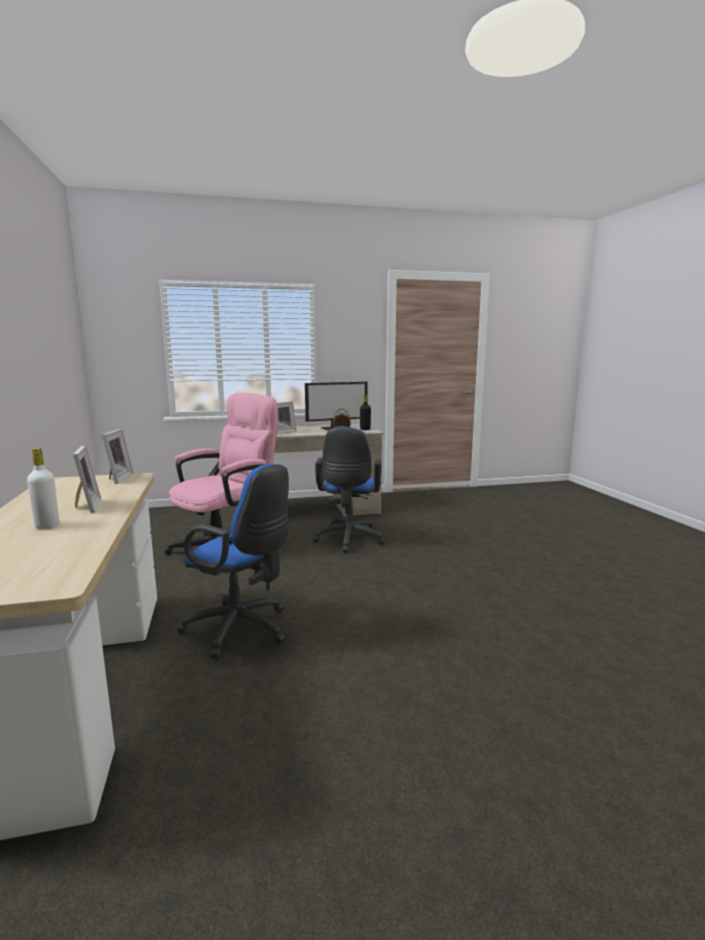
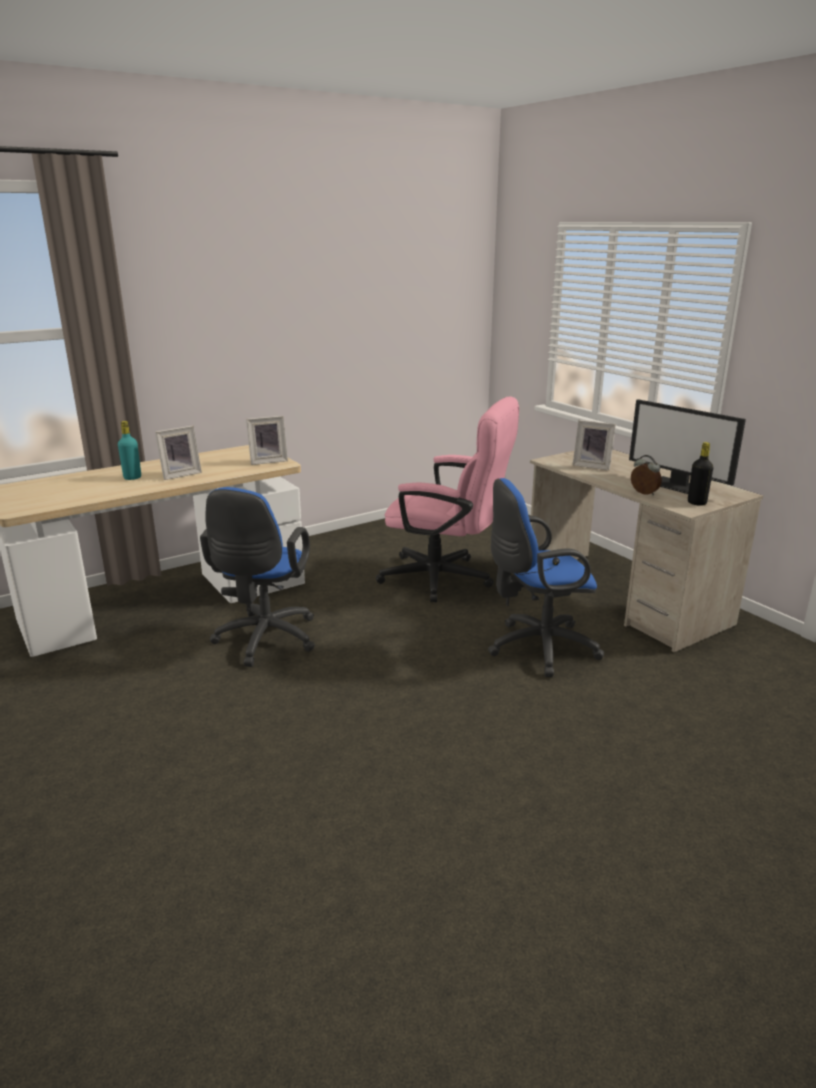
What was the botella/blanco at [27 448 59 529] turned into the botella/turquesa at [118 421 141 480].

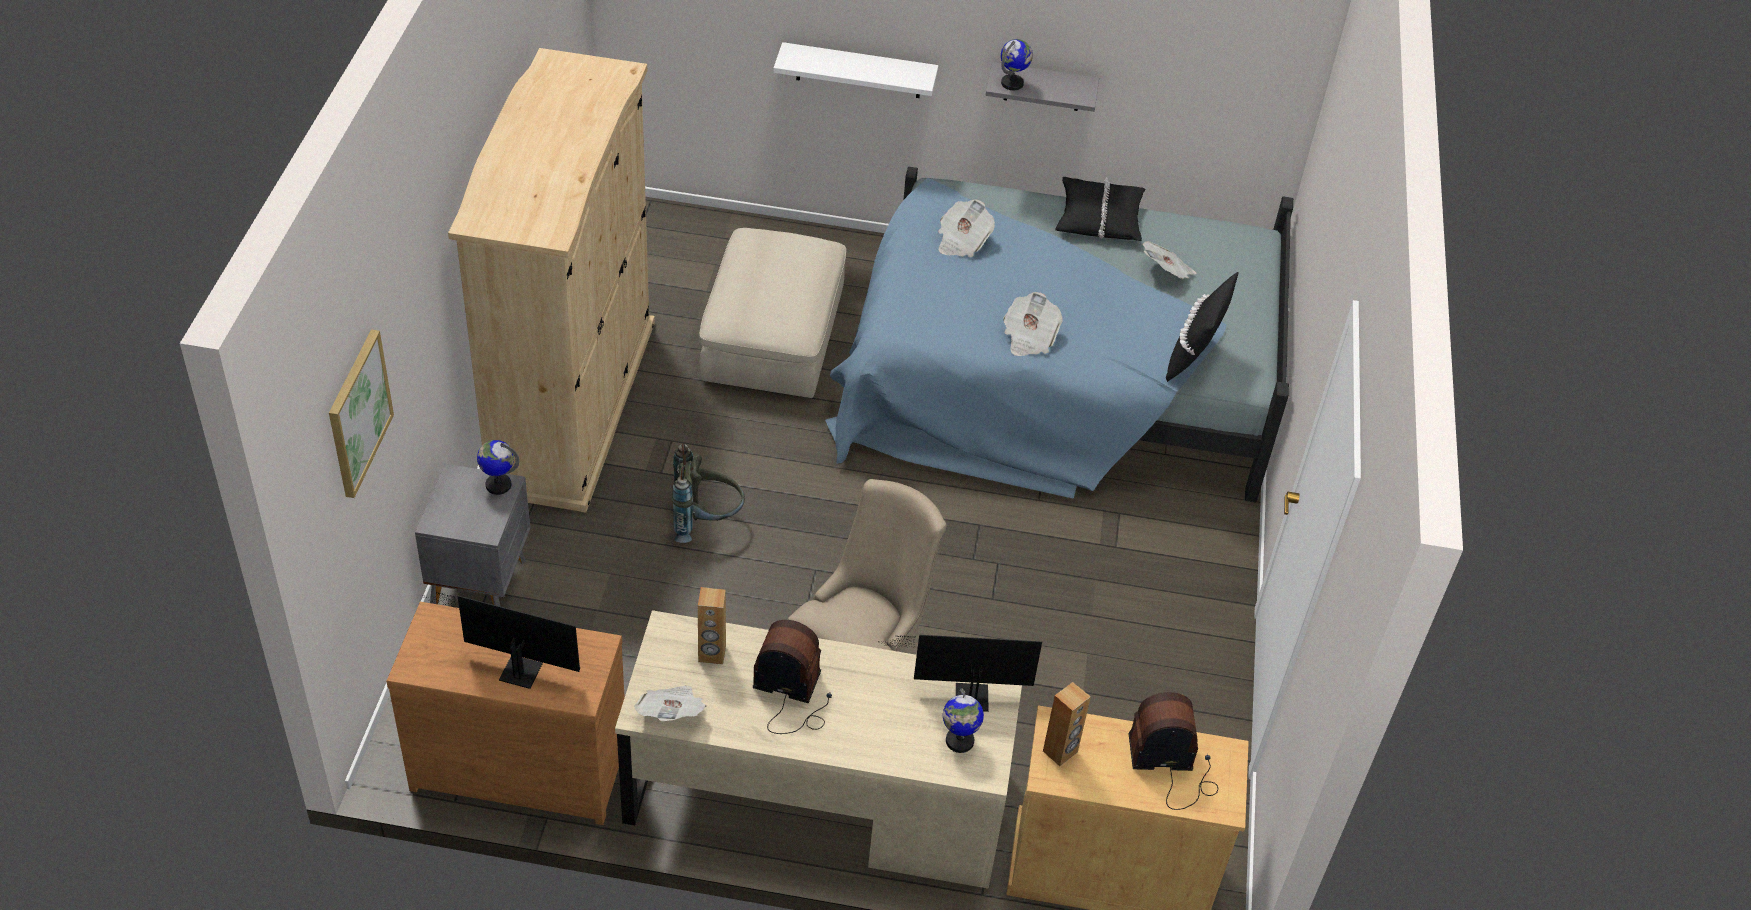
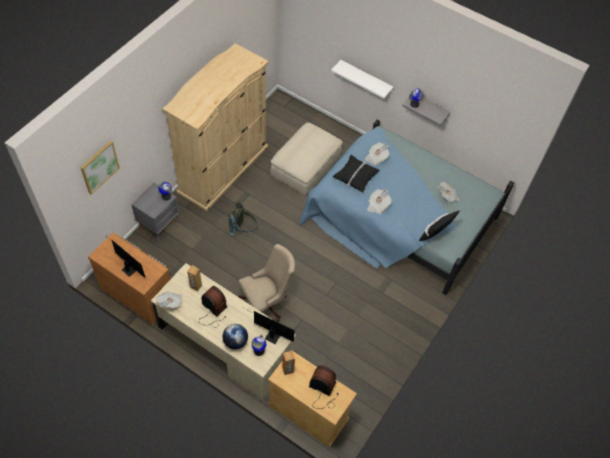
The second view gained the globo terráqueo at [223 324 248 350].
The cojín/negro ended up elsewhere, having gone from [1056 177 1146 241] to [333 155 380 192].

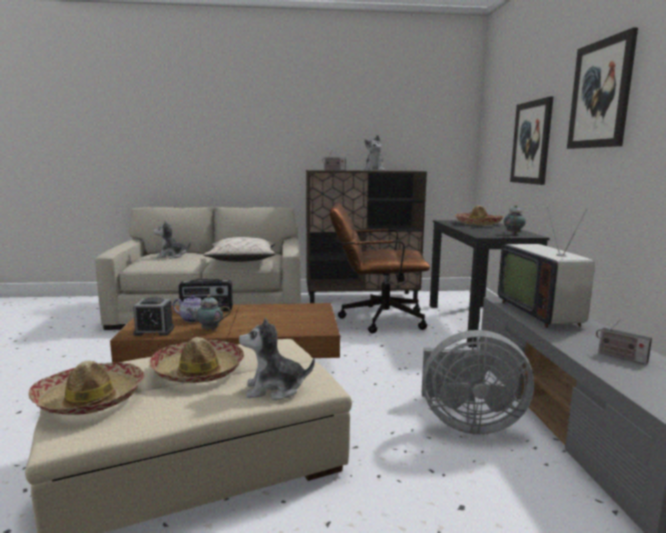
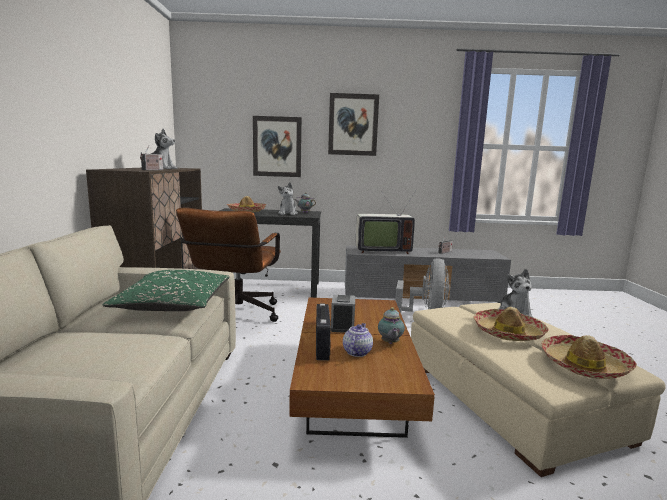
The despertador ended up elsewhere, having gone from [133 297 174 336] to [331 295 355 333].
The peluche ended up elsewhere, having gone from [153 220 191 259] to [278 182 298 215].
What was the cojín/beis at [203 237 276 262] turned into the cojín/verde at [103 270 230 311].

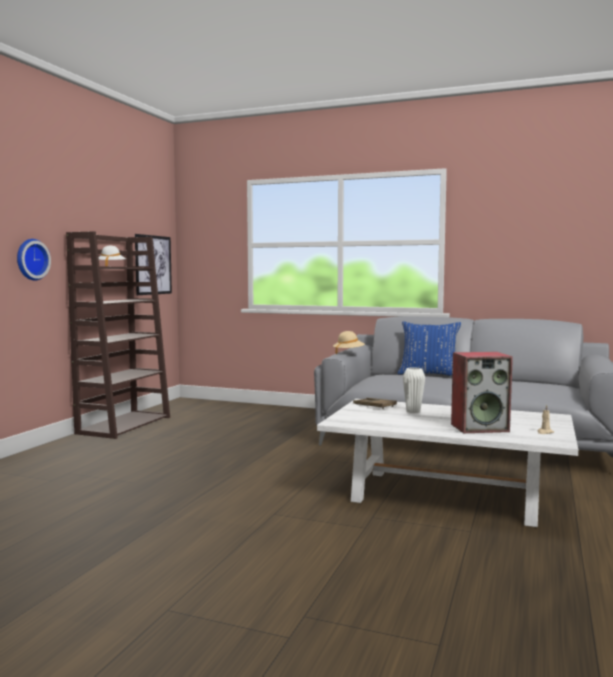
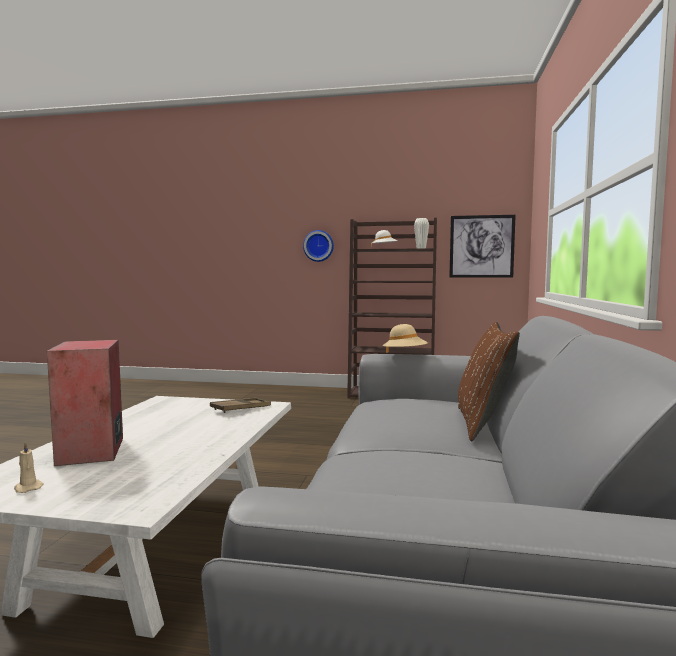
The florero/blanco ended up elsewhere, having gone from [403 367 425 413] to [414 218 429 248].
What was the cojín/azul at [398 321 461 376] turned into the cojín/marrón at [458 322 520 441].

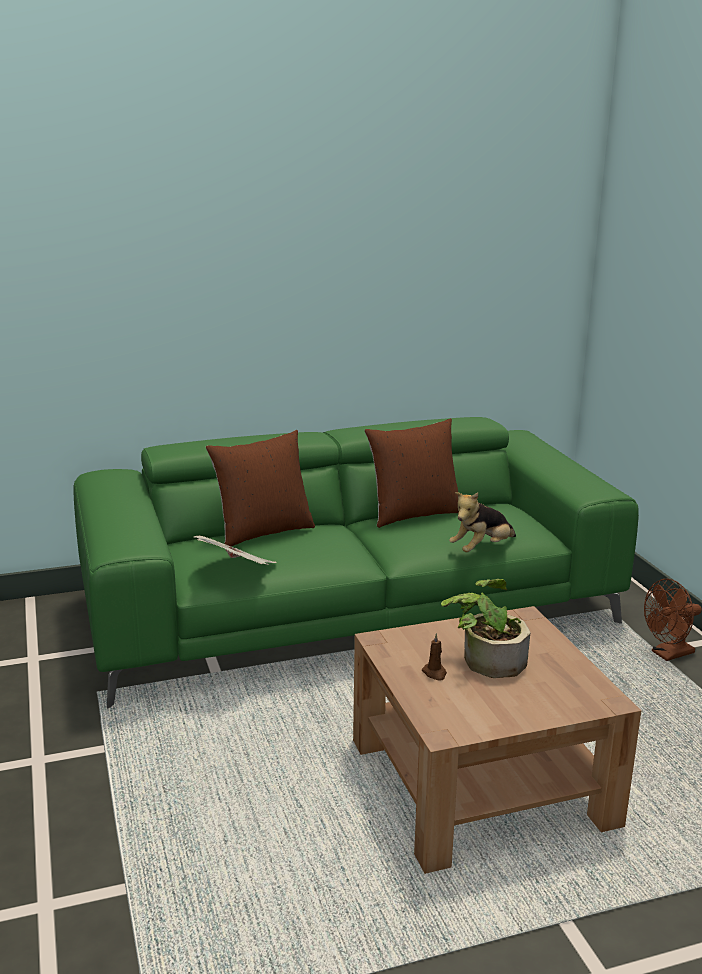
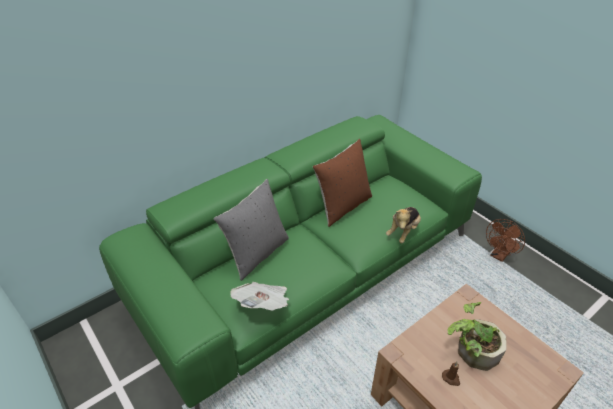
What was the cojín/marrón at [206 430 315 547] turned into the cojín/gris at [214 179 289 281].

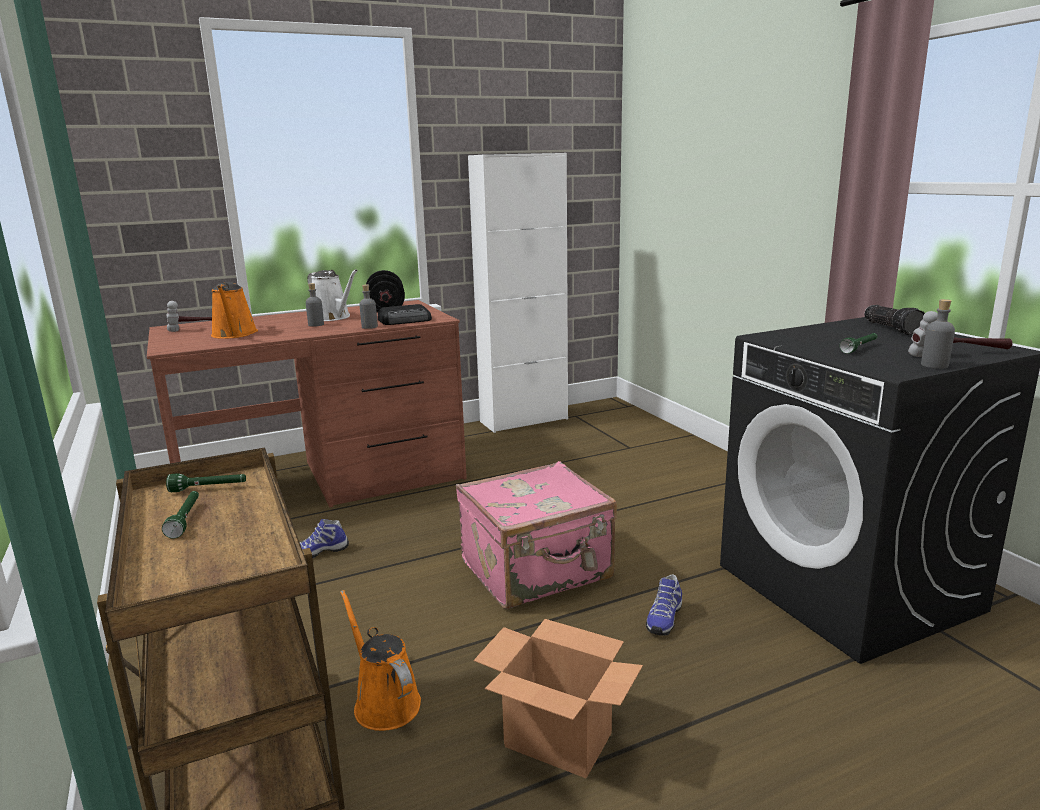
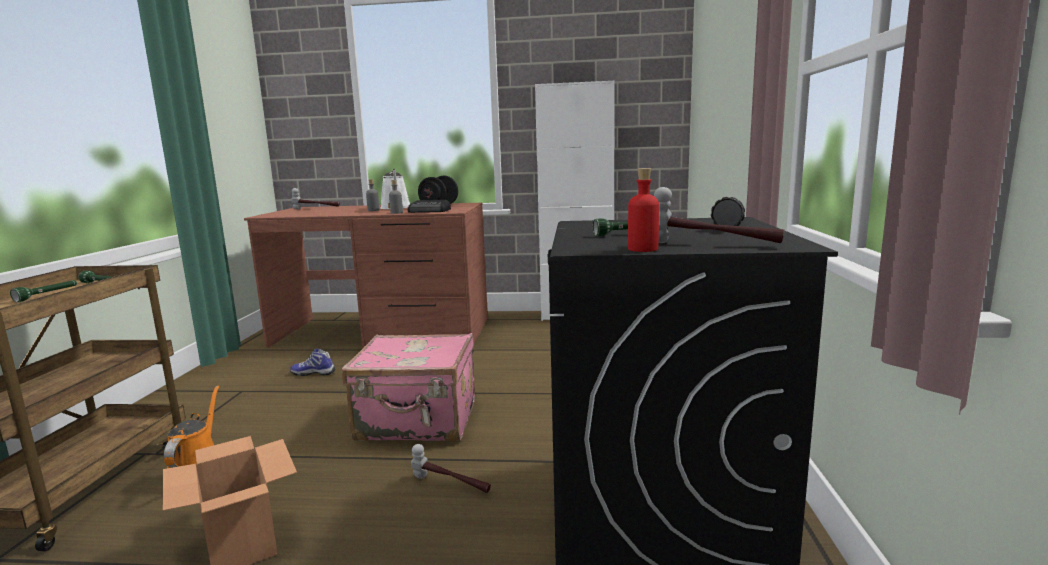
The second view lost the regadera/naranja at [211 282 258 339].
Where the zapato stood at [646 575 682 636], the martillo came to stand at [411 444 491 493].
What was the botella/gris at [921 299 955 369] turned into the botella/rojo at [628 168 659 252].

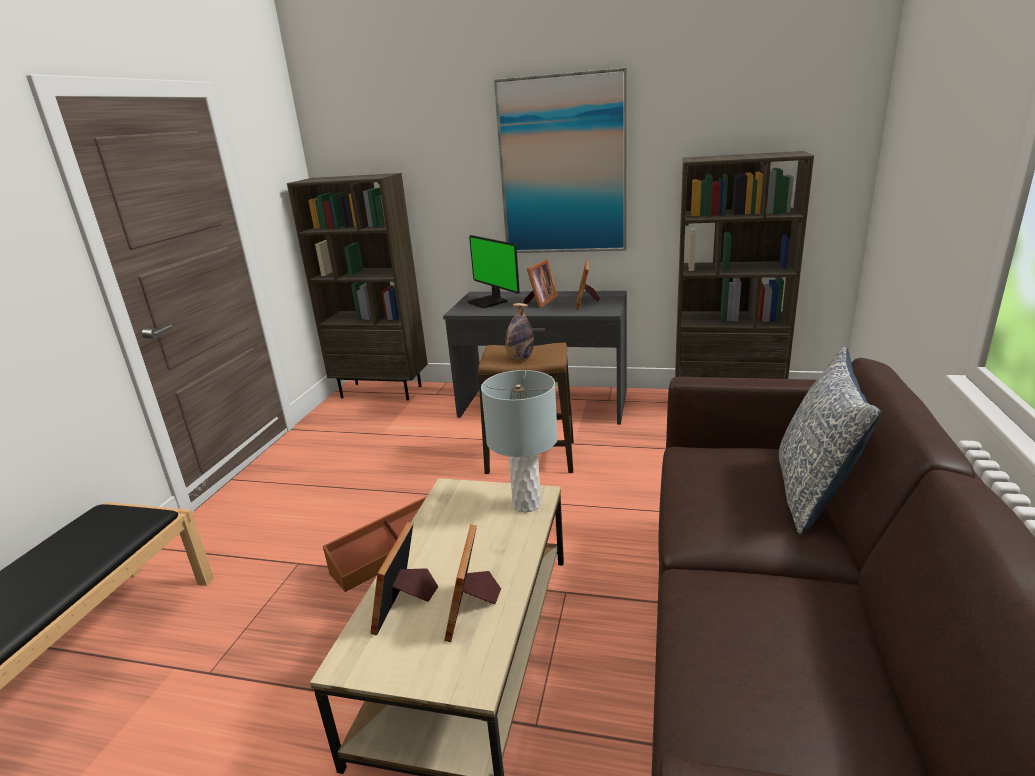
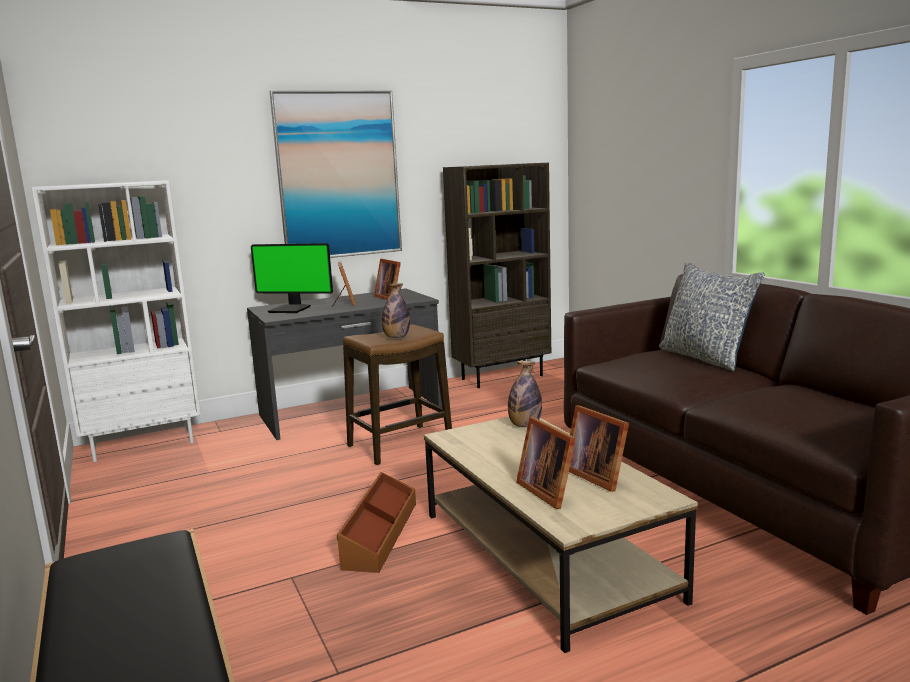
Where the lámpara de mesa/gris stood at [481 370 558 512], the botella came to stand at [508 361 542 427].
What was the estantería/marrón at [287 173 428 401] turned into the estantería/blanco at [31 181 201 462].

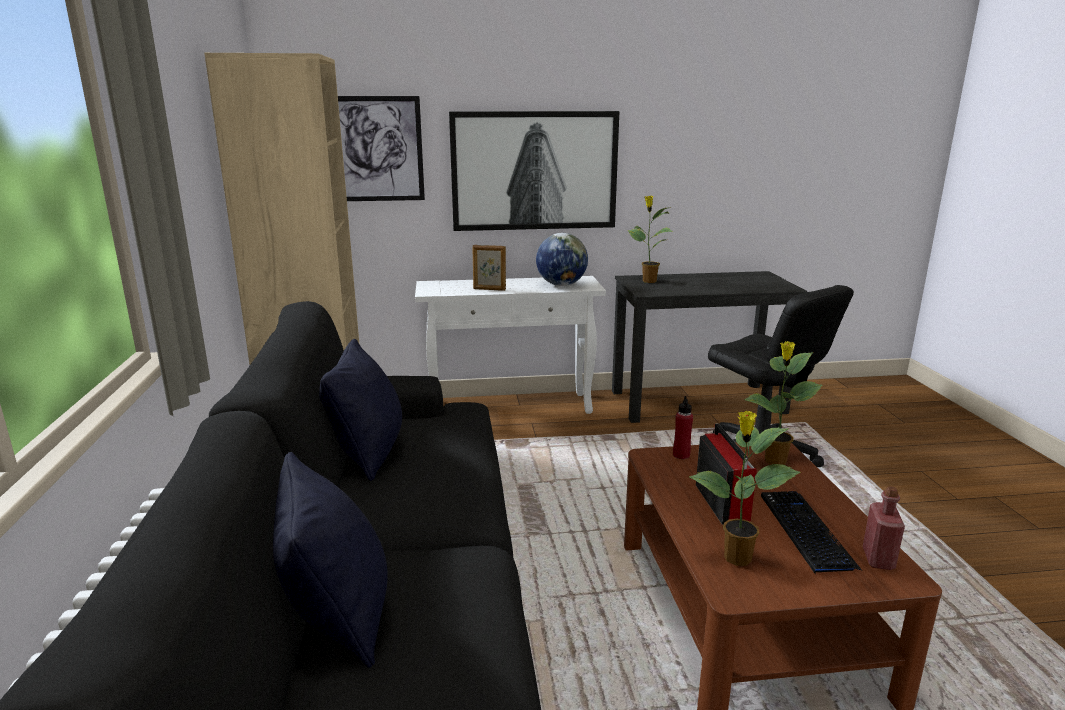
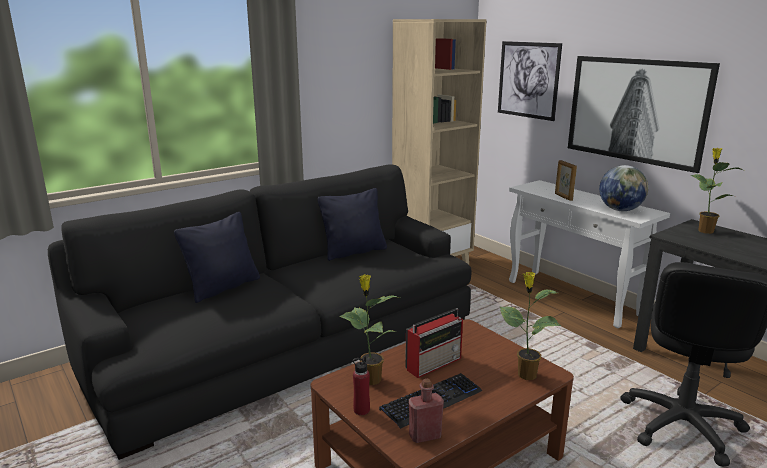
The botella/rojo ended up elsewhere, having gone from [673 396 693 459] to [353 356 370 415].

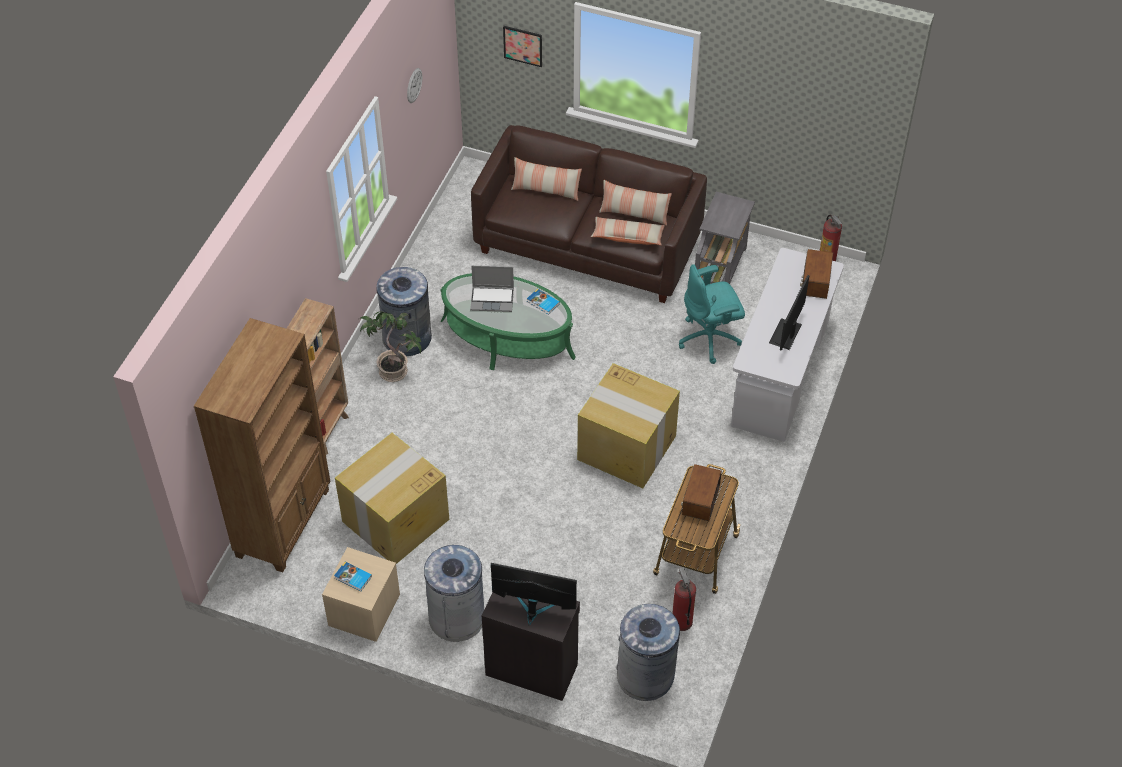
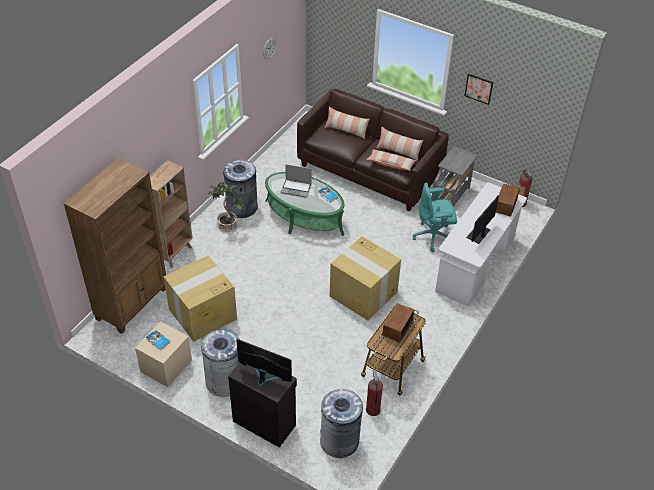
The cuadro ended up elsewhere, having gone from [503 26 542 67] to [464 74 493 105].

